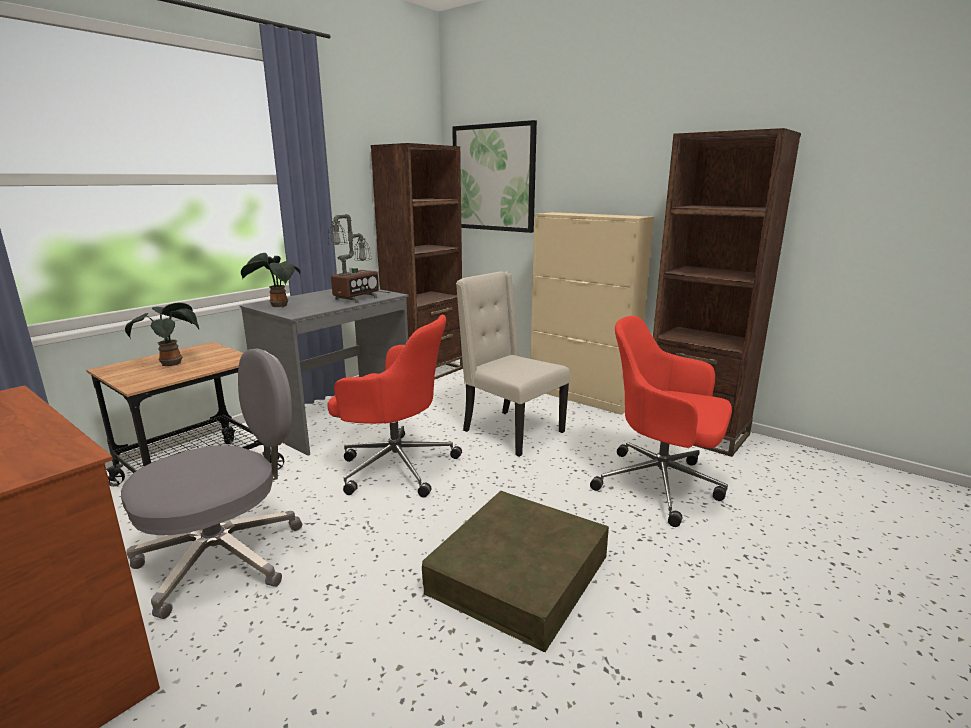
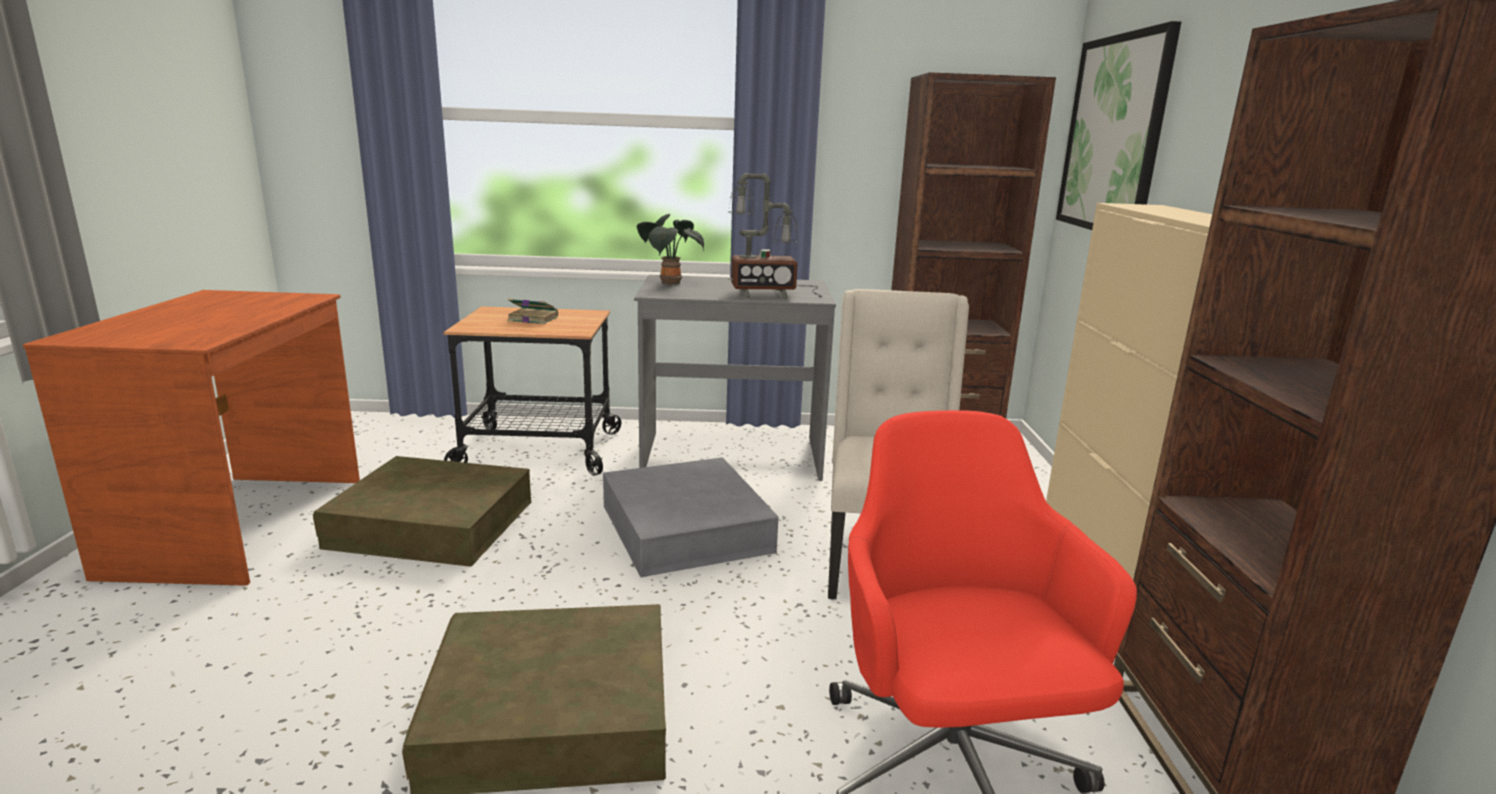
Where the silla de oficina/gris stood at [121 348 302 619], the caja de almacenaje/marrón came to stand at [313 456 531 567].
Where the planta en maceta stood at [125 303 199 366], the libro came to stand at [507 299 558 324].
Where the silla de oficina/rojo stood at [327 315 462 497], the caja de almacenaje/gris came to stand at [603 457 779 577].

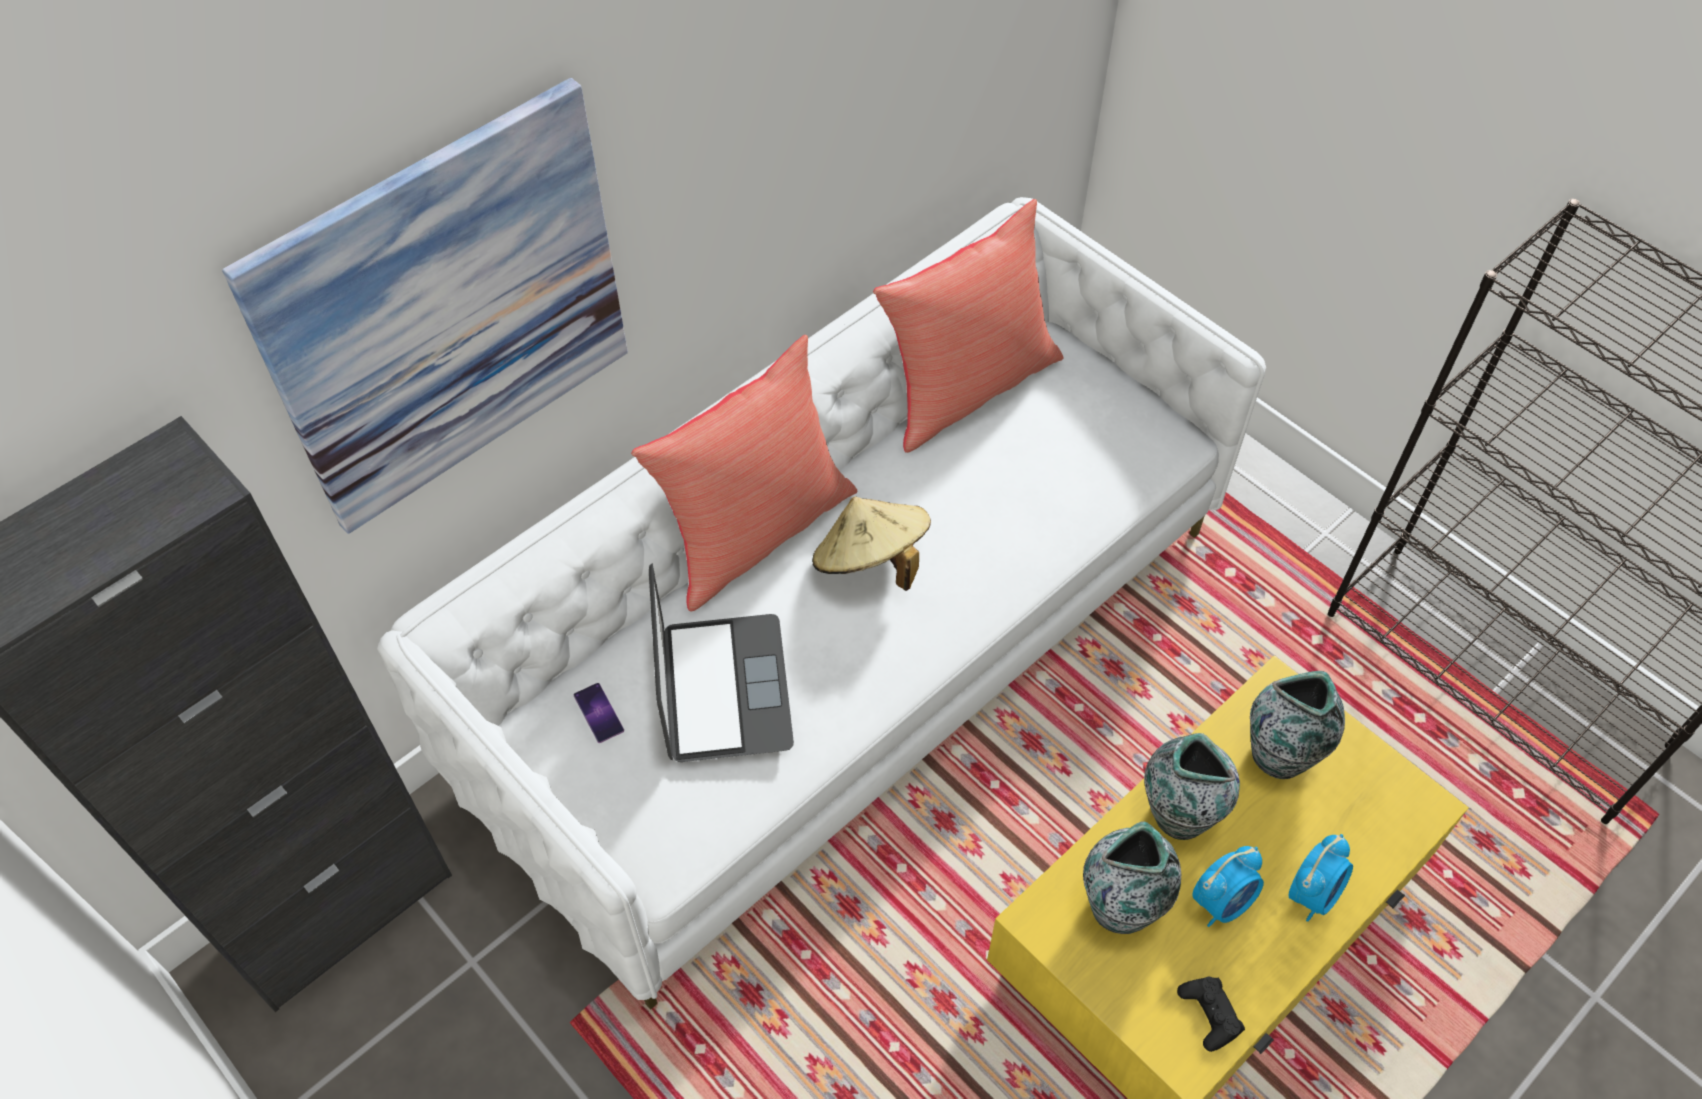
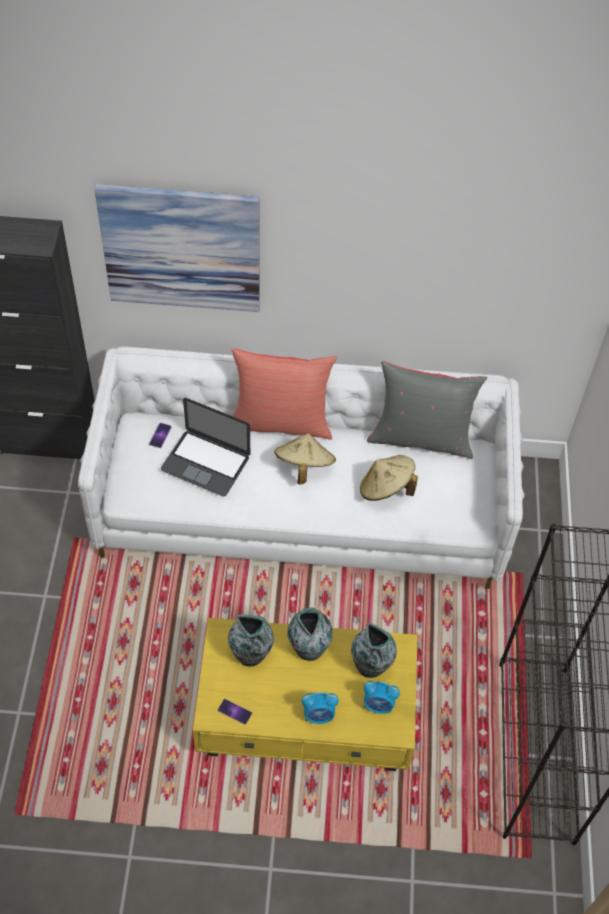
The second view gained the sombrero/beis at [360 455 418 501].
The despertador ended up elsewhere, having gone from [1193 846 1264 927] to [364 681 400 714].
Where the mando de consola/negro stood at [1177 977 1245 1052], the móvil came to stand at [218 699 252 725].
What was the cojín/rojo at [873 199 1064 453] turned into the cojín/gris at [367 361 487 459].
The portátil at [649 563 794 762] ended up facing another way, 75 degrees clockwise from before.

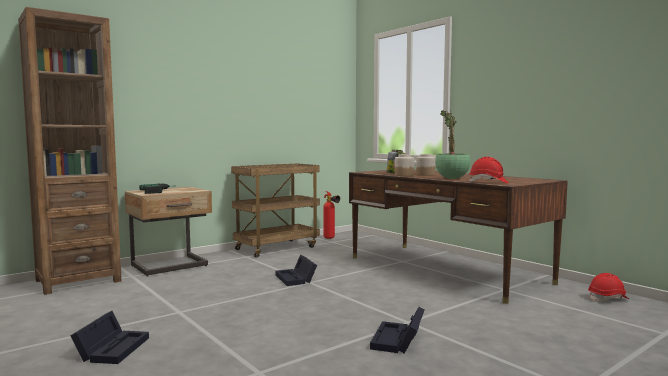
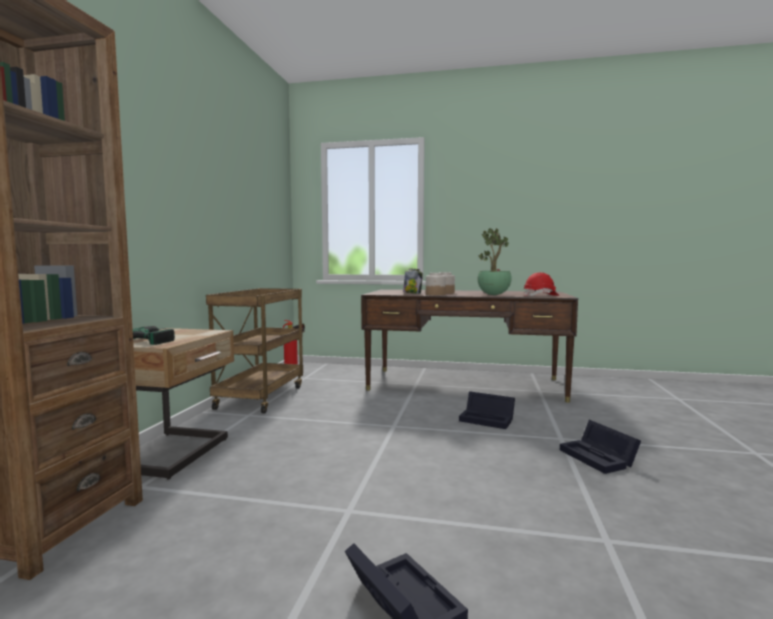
The second view lost the casco/rojo at [588 273 629 302].
The caja de almacenaje/negro ended up elsewhere, having gone from [276 255 317 286] to [459 391 515 429].

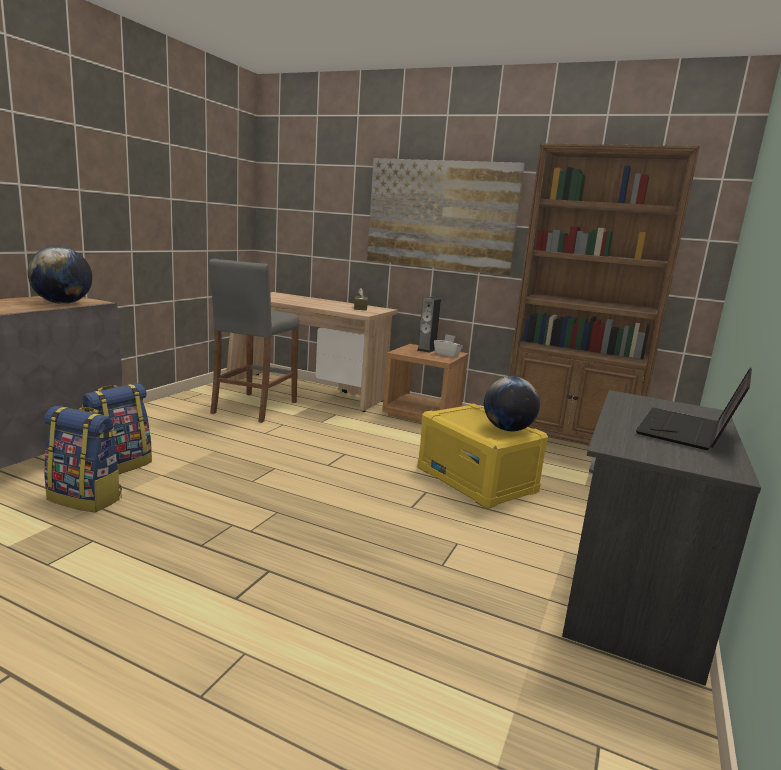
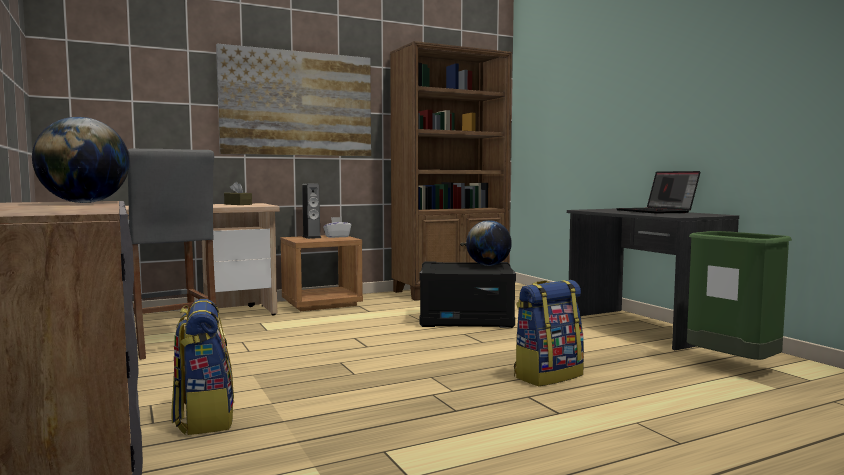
The second view gained the papelera/verde at [687 231 792 360].
The mochila ended up elsewhere, having gone from [44 406 122 513] to [514 280 584 386].
What was the caja de almacenaje/amarillo at [417 404 548 509] turned into the caja de almacenaje/negro at [420 261 516 328].

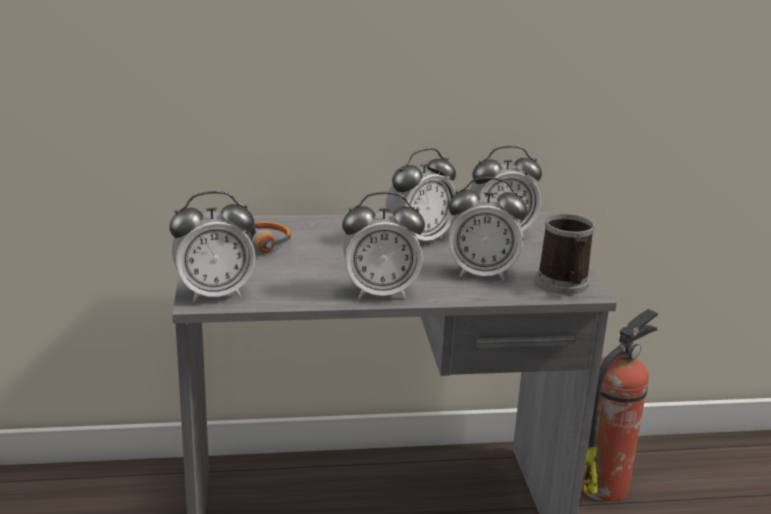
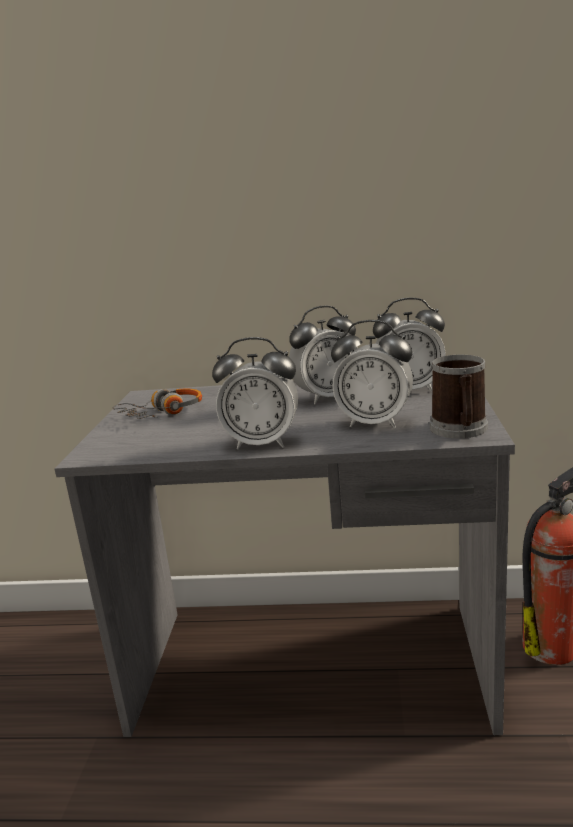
The second view lost the despertador at [169 191 255 302].

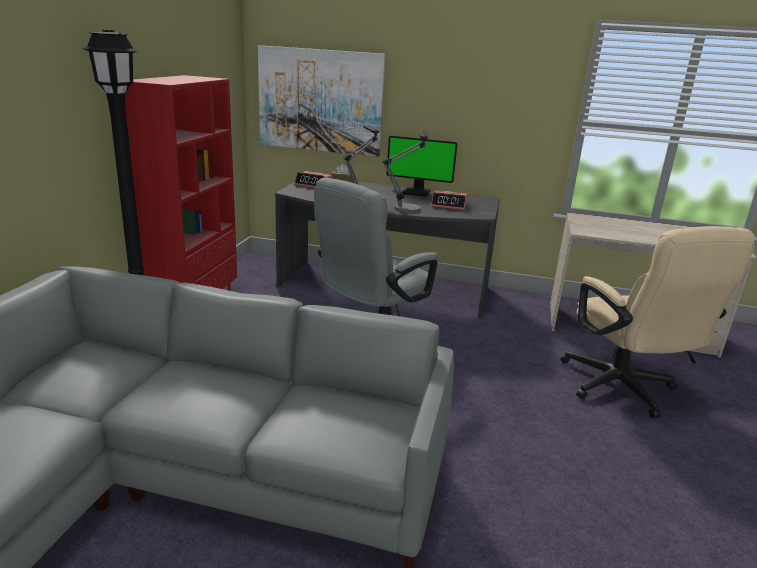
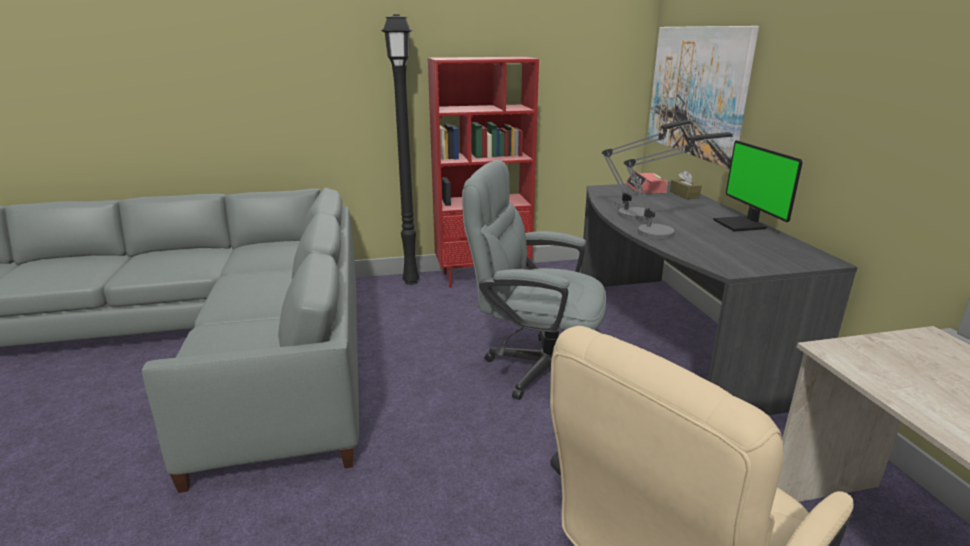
The second view lost the despertador at [431 190 467 210].

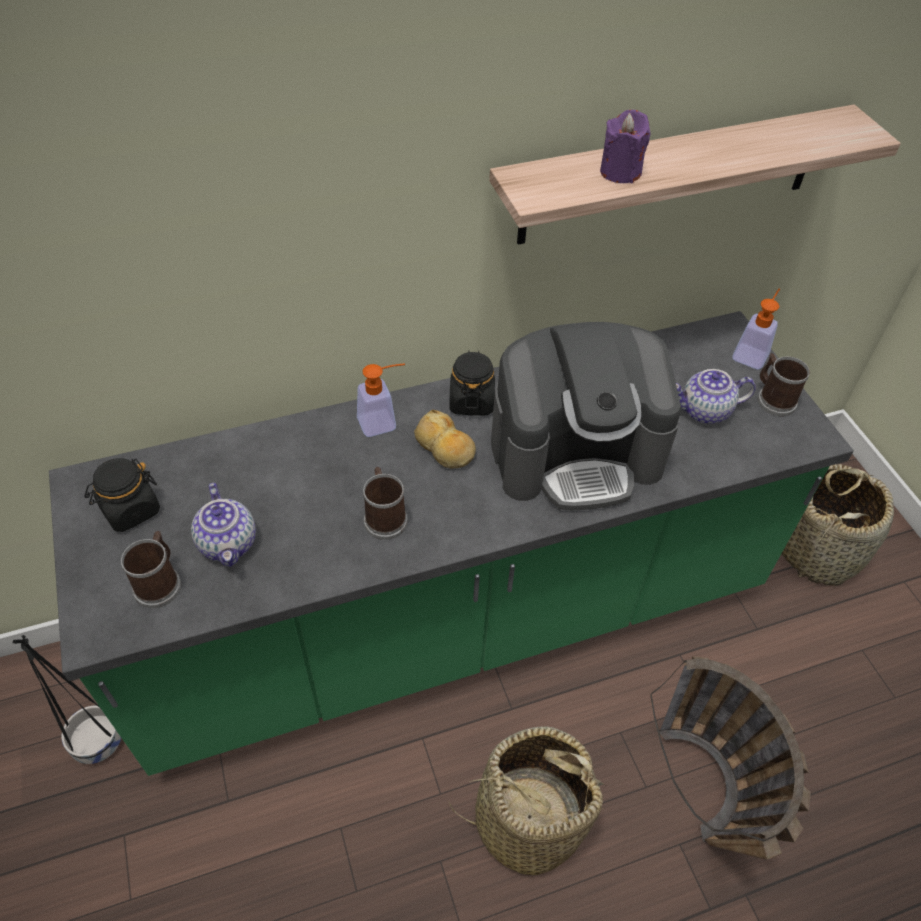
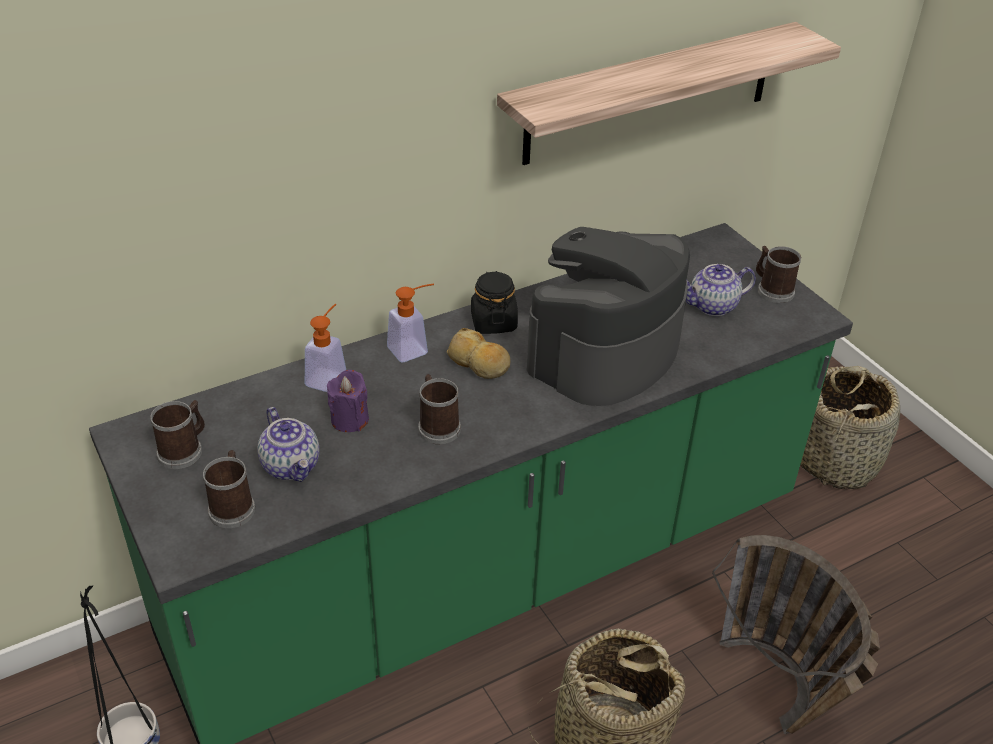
The vela/morado ended up elsewhere, having gone from [600 110 650 183] to [327 370 369 432].
The dispensador de jabón ended up elsewhere, having gone from [732 288 780 370] to [305 304 346 392].
Where the tarro/negro stood at [84 458 160 532], the taza grande came to stand at [150 400 205 469].
The cafetera at [491 322 682 511] ended up facing another way, 150 degrees clockwise from before.

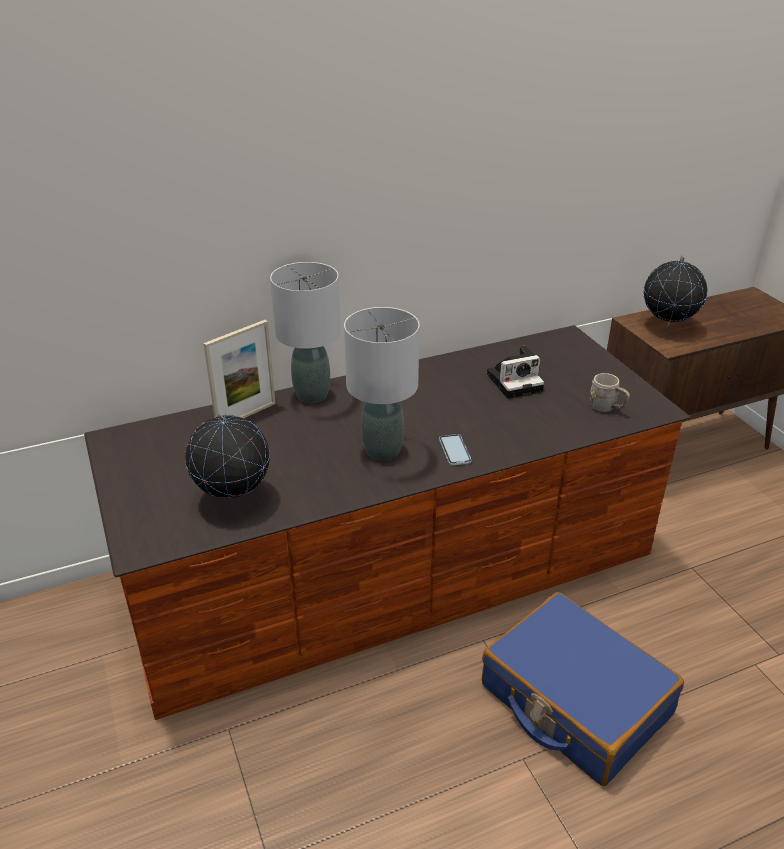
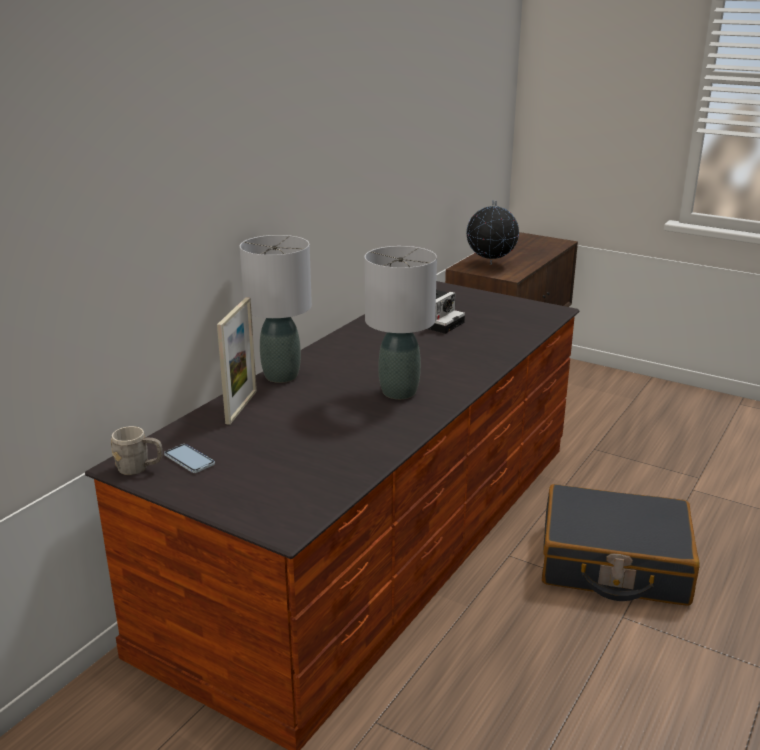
The second view lost the globo terráqueo at [185 414 270 498].
The móvil ended up elsewhere, having gone from [439 434 472 465] to [164 444 215 473].
The taza grande/gris ended up elsewhere, having gone from [590 373 630 412] to [111 426 163 475].
What was the maleta/azul at [482 592 684 786] turned into the maleta/negro at [542 484 700 606].

